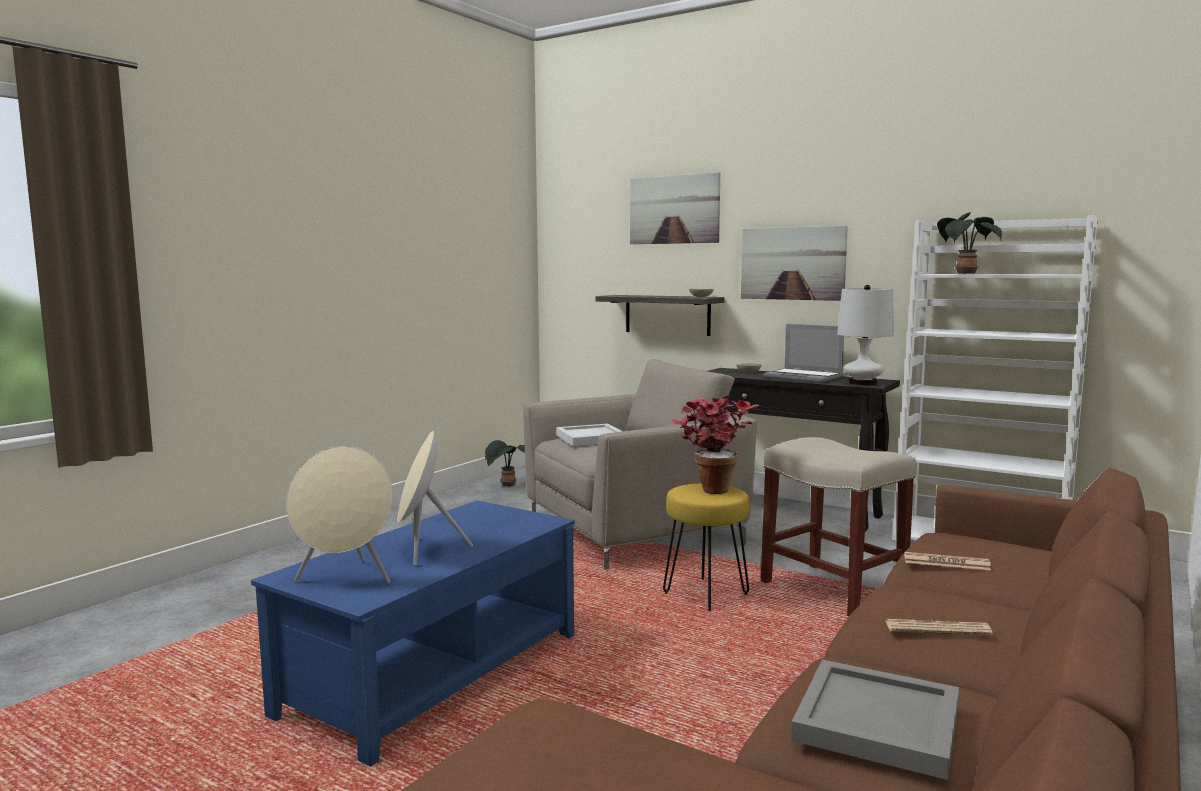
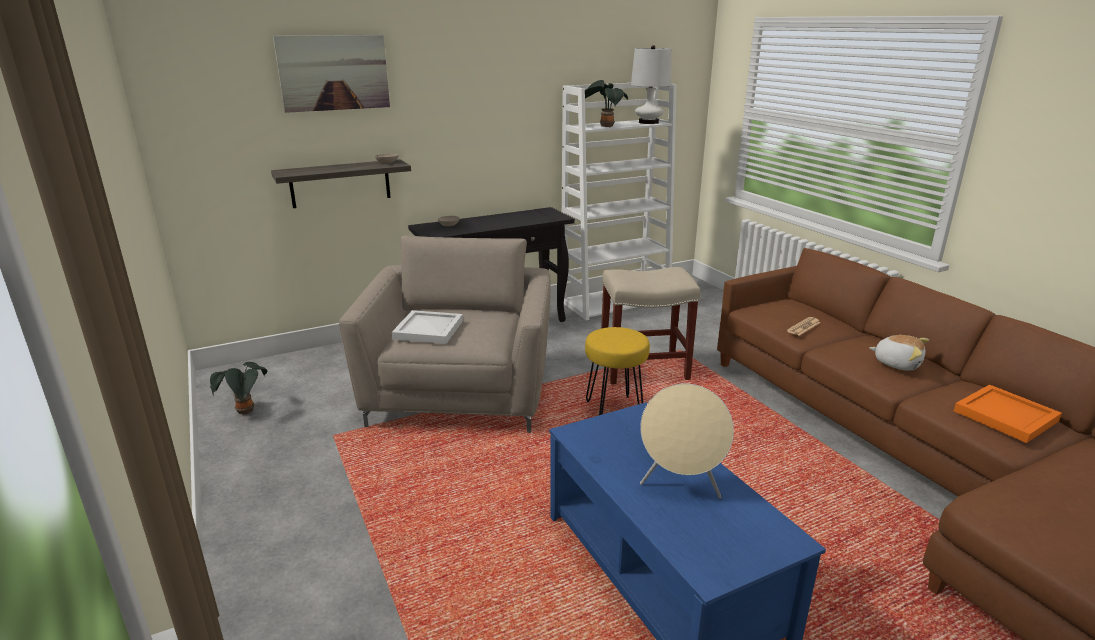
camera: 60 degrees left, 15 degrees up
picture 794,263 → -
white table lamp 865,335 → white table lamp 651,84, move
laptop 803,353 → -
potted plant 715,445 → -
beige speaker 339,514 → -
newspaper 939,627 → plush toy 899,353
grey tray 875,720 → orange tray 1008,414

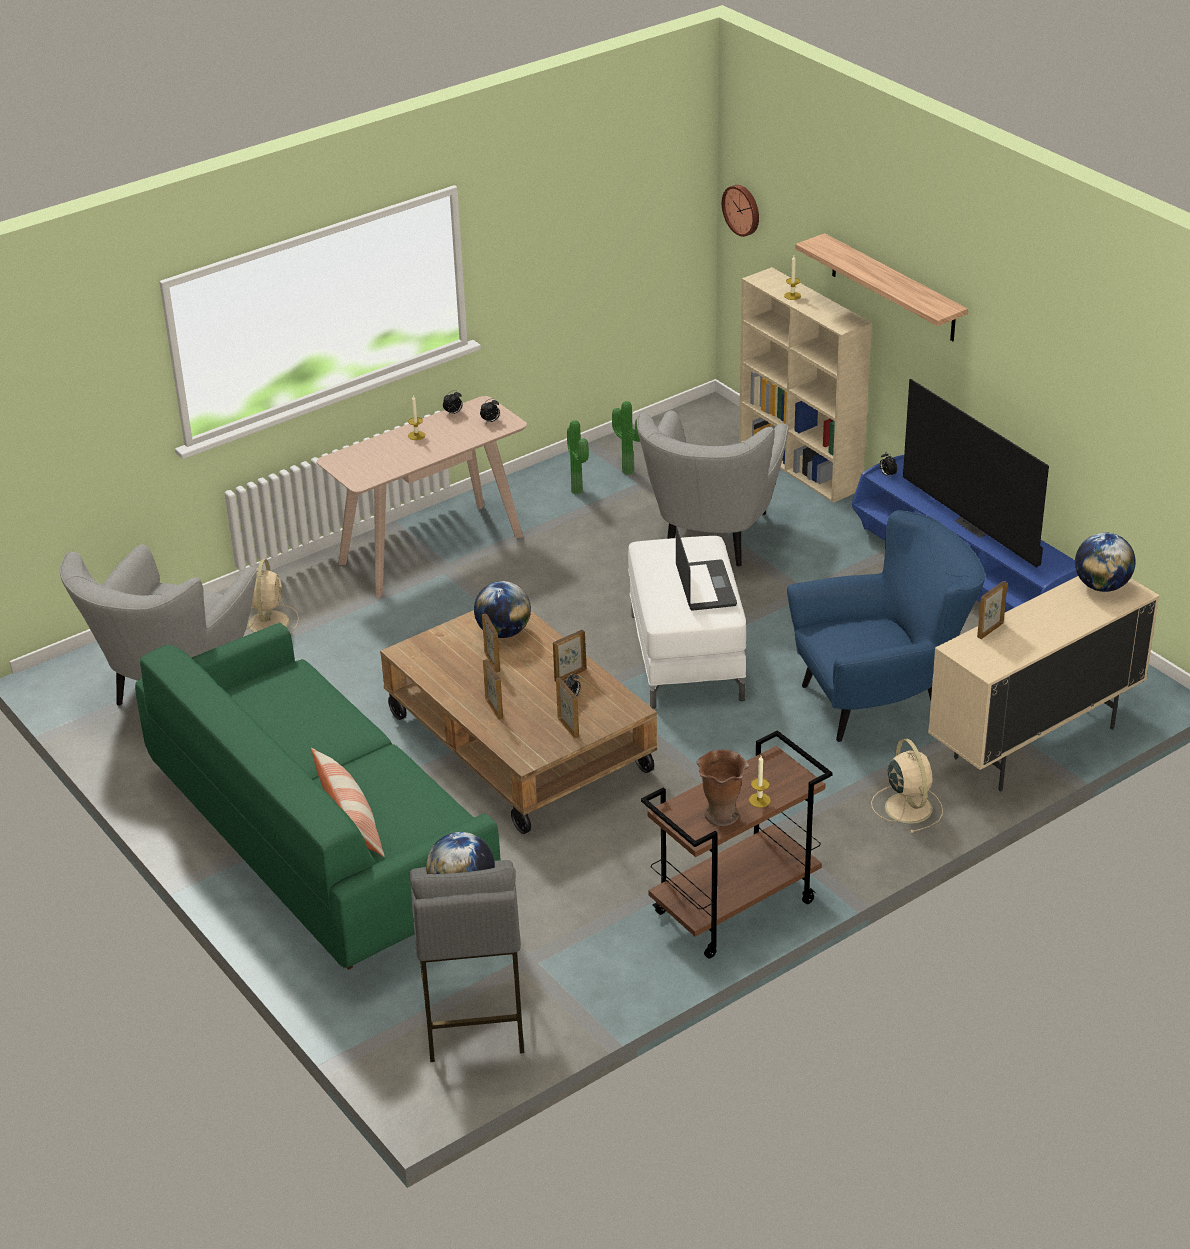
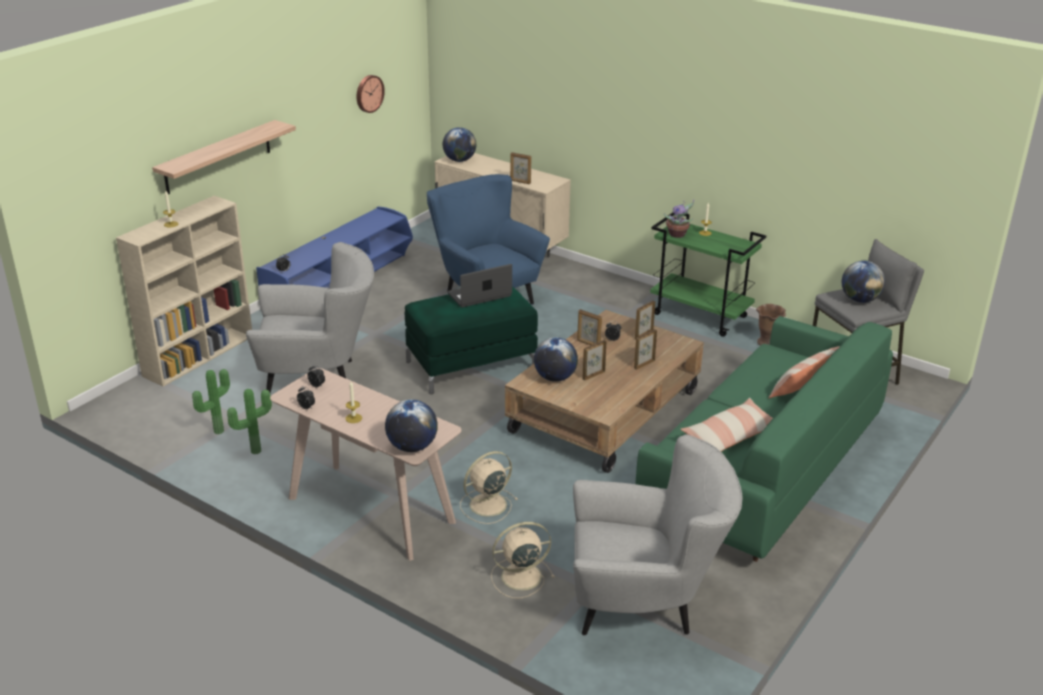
camera: 110 degrees left, 5 degrees down
wall clock 740,211 → wall clock 370,94, move
television 976,473 → -
white ottoman 687,622 → green ottoman 471,340
brown cart 737,844 → green cart 708,274
beige fan 907,785 → beige fan 489,487, move
brown vase 722,788 → brown vase 771,325, move
- → potted plant 679,218
- → pillow 727,425
- → globe 411,425

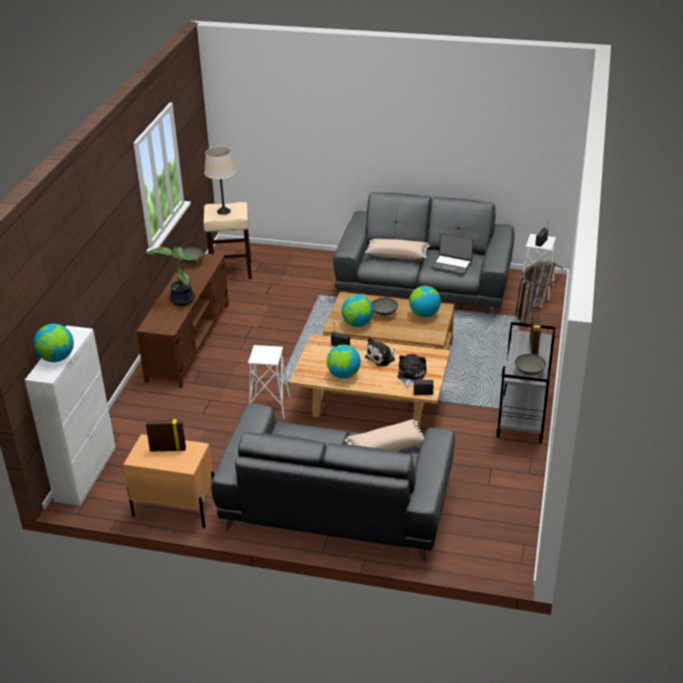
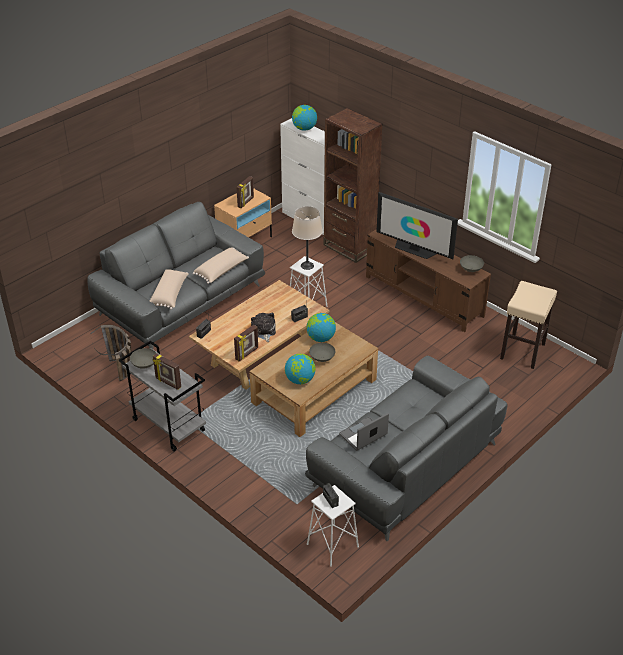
camera: 120 degrees right, 5 degrees up
beige table lamp 220,180 → beige table lamp 307,238, move
beige pillow 397,249 → beige pillow 221,265, move
potted plant 173,276 → television 417,225
basket 539,292 → basket 111,353, move
globe 344,362 → -
plush toy 411,371 → -
- → brown bookcase 353,185
- → picture frame 246,343

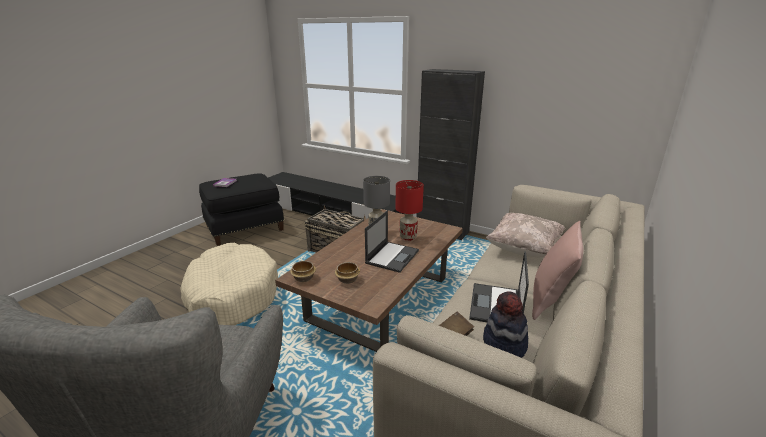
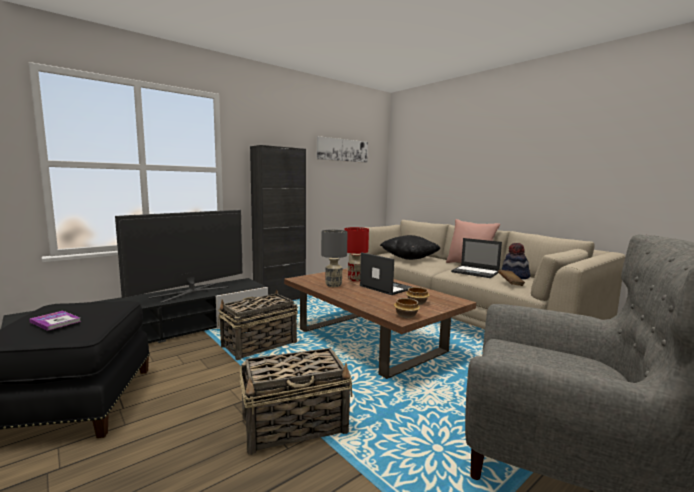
camera: 70 degrees left, 15 degrees down
beige pillow 525,235 → black pillow 410,247
beige dog bed 229,284 → basket 296,401
- → picture 342,149
- → television 179,256

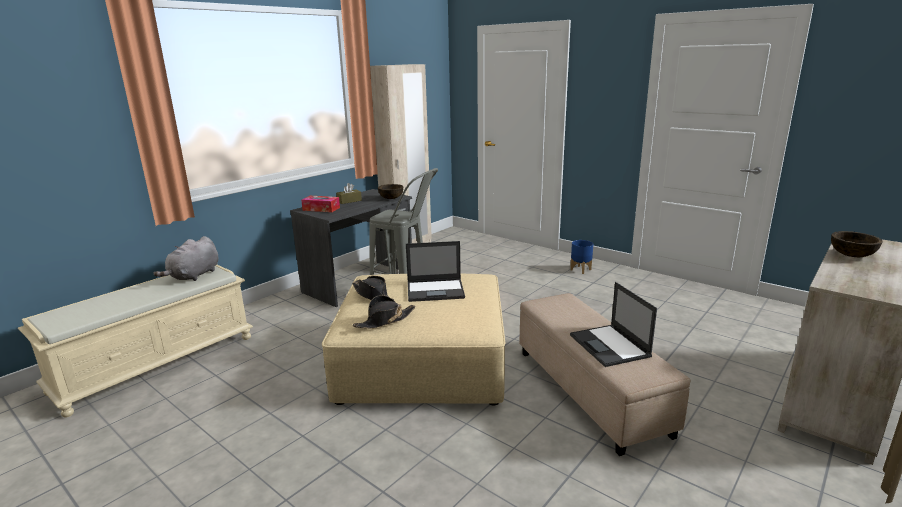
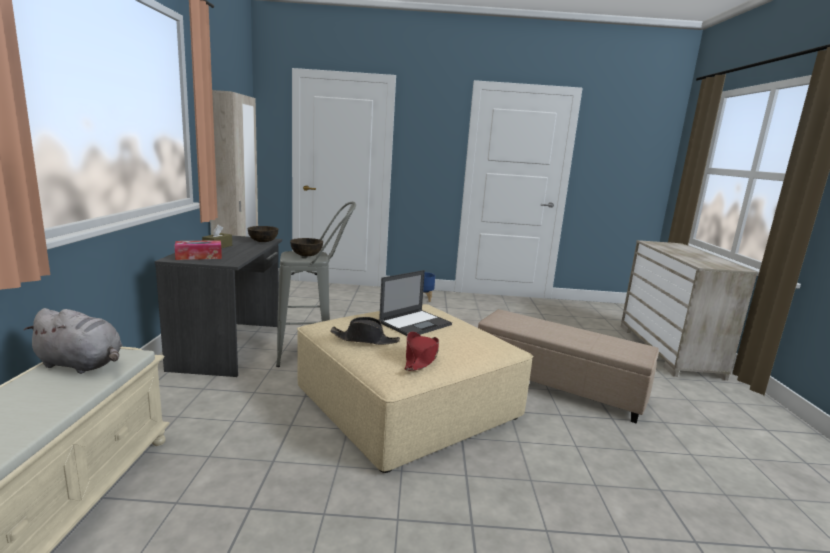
camera: 40 degrees left, 5 degrees down
brown bowl 857,244 → brown bowl 306,247, move
grey plush toy 186,258 → grey plush toy 73,341, 60 degrees counterclockwise
laptop 613,324 → -
black hat 384,311 → red hat 422,351

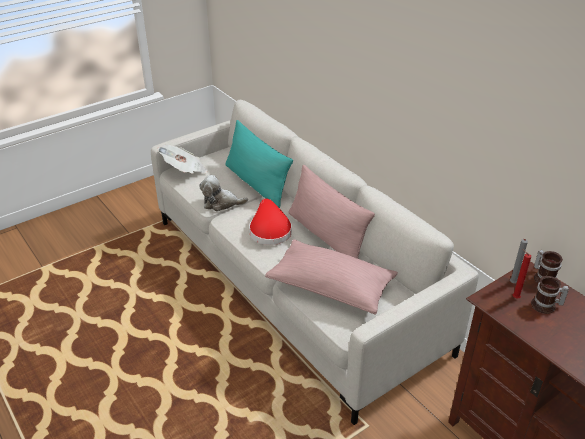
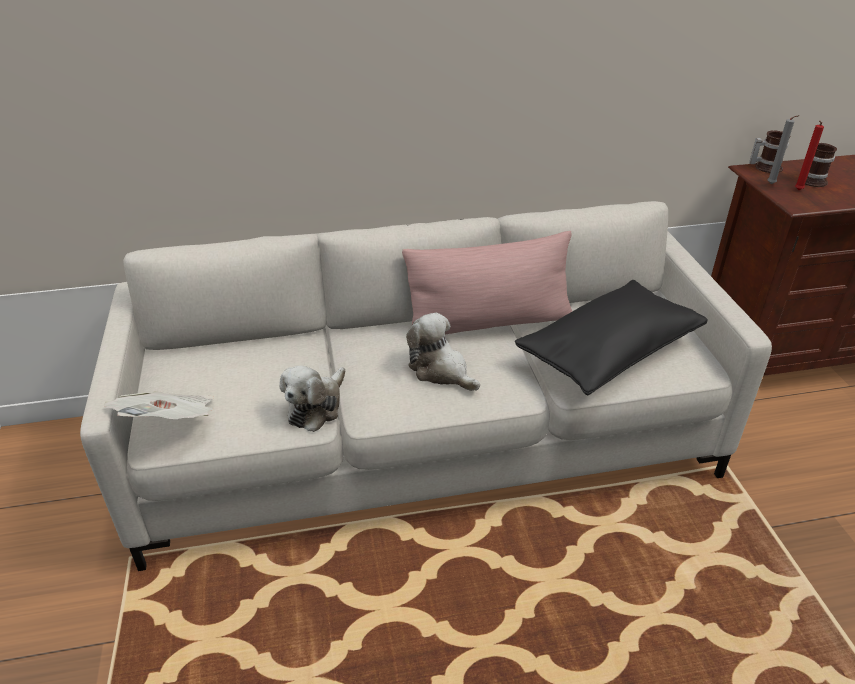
camera: 65 degrees left, 0 degrees up
turquoise pillow 259,164 → -
red hat 270,221 → plush toy 443,351
pink pillow 331,277 → black pillow 611,338

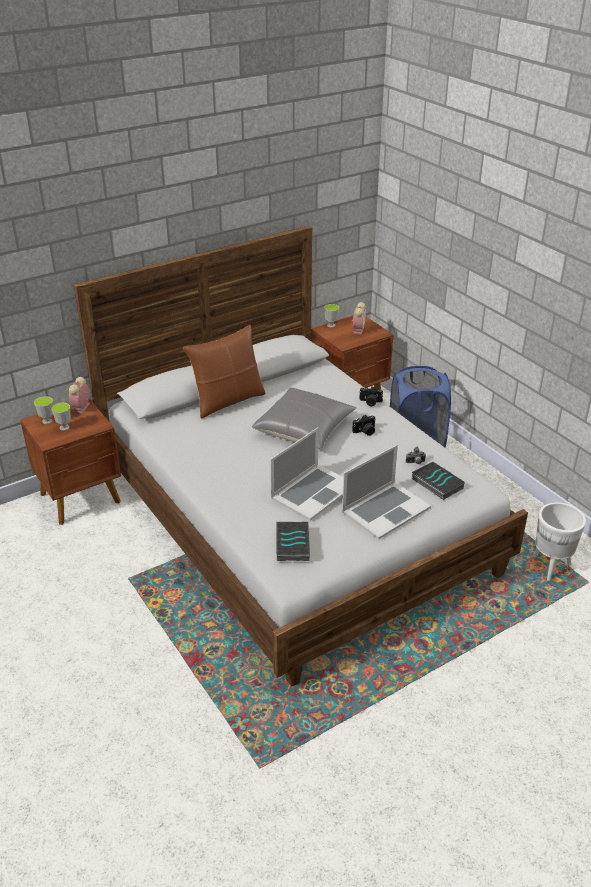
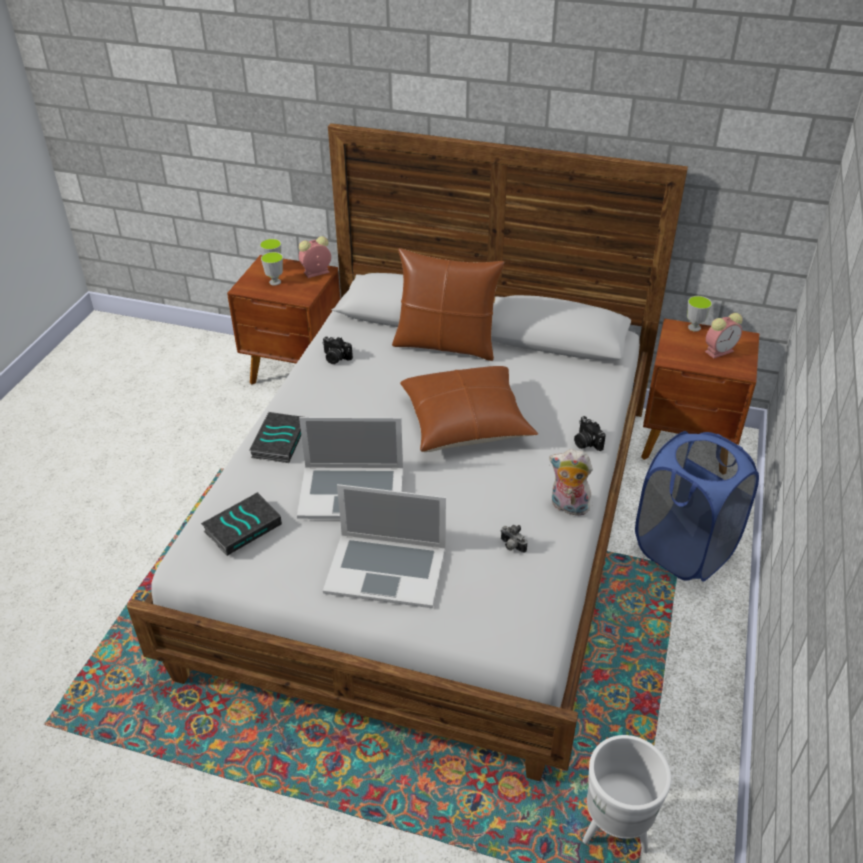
camera: 50 degrees right, 5 degrees up
grey pillow 304,418 → brown pillow 469,409
photo camera 364,425 → photo camera 337,350, move
book 438,481 → book 275,437, move
- → plush toy 571,482

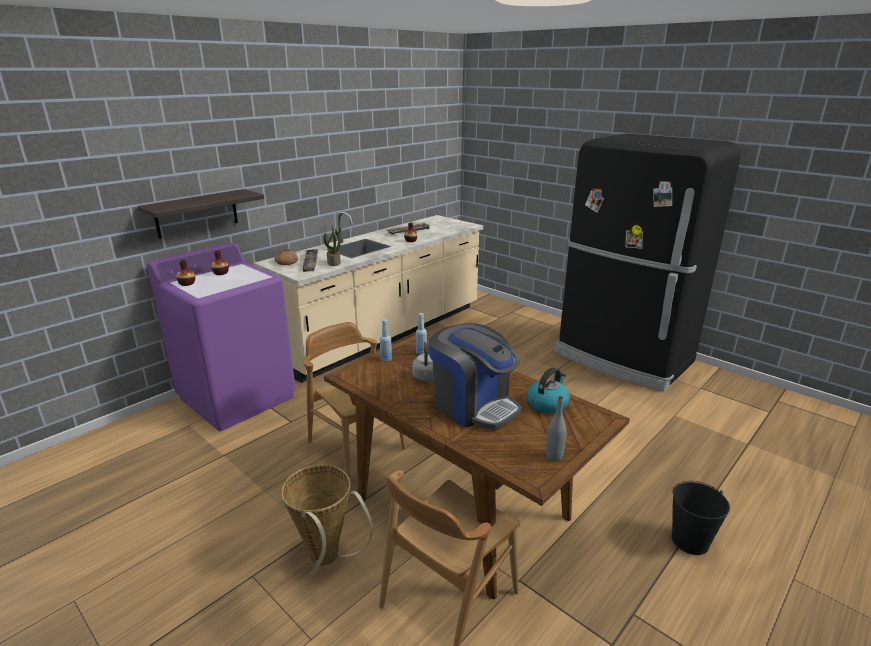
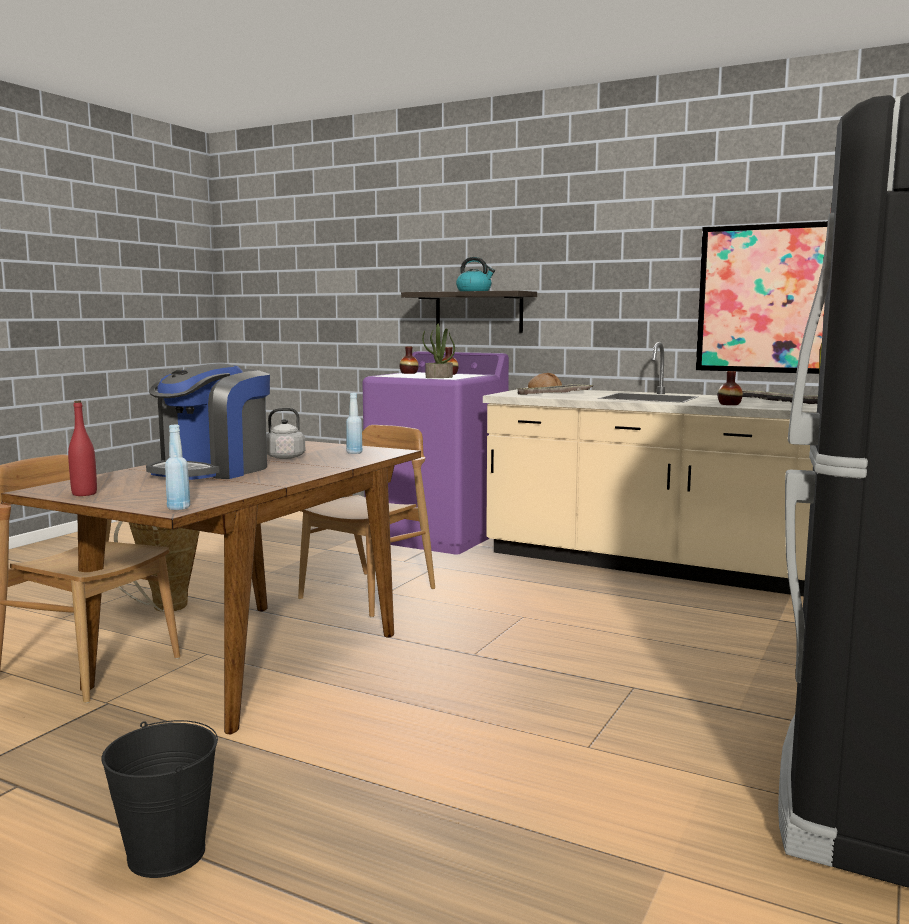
camera: 75 degrees right, 15 degrees down
potted plant 333,246 → potted plant 438,351, move
blue bottle 386,340 → blue bottle 177,467, move
kettle 548,390 → kettle 475,274, move
grey bottle 556,428 → red bottle 82,448
- → picture 762,297

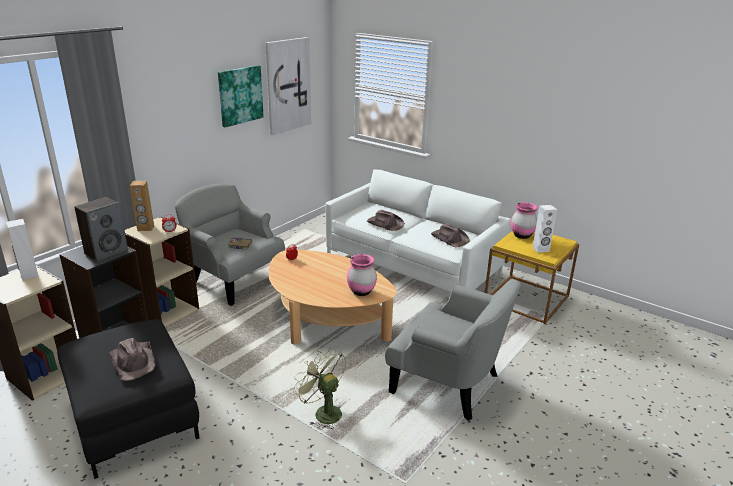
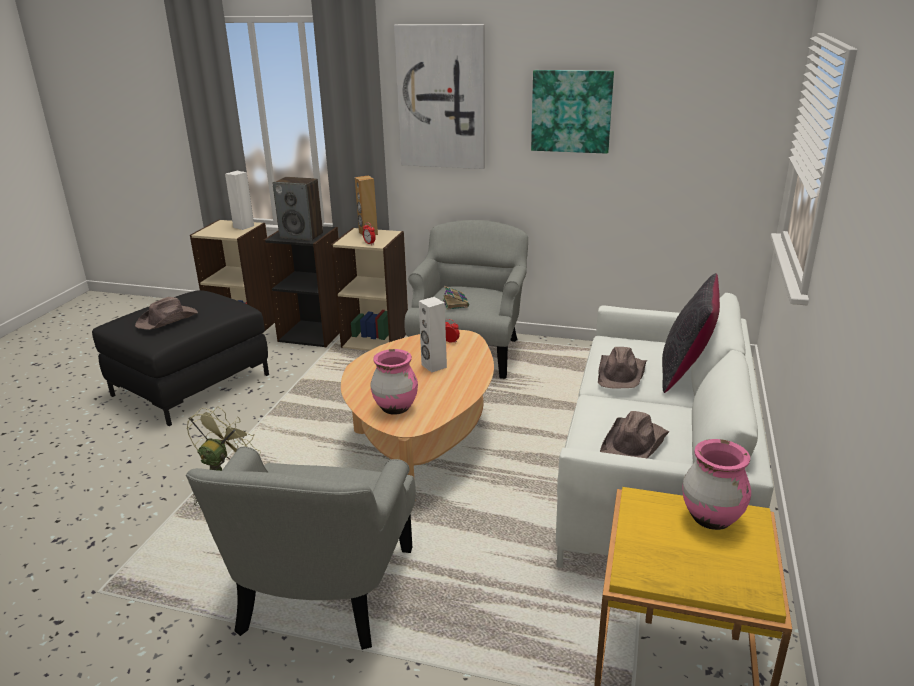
camera: 70 degrees right, 0 degrees up
picture 288,86 → picture 439,96, move
white speaker 545,229 → white speaker 433,334, move
- → black pillow 691,333

